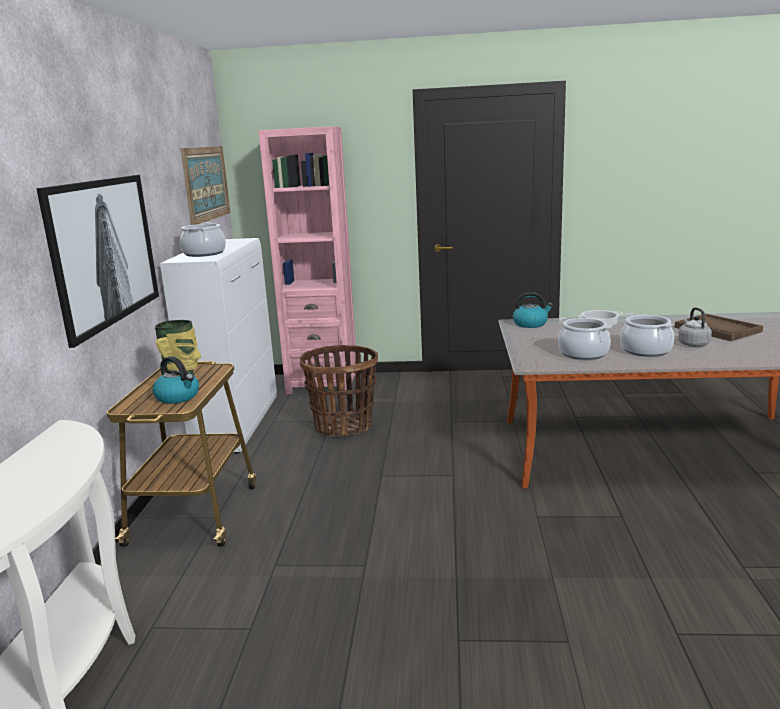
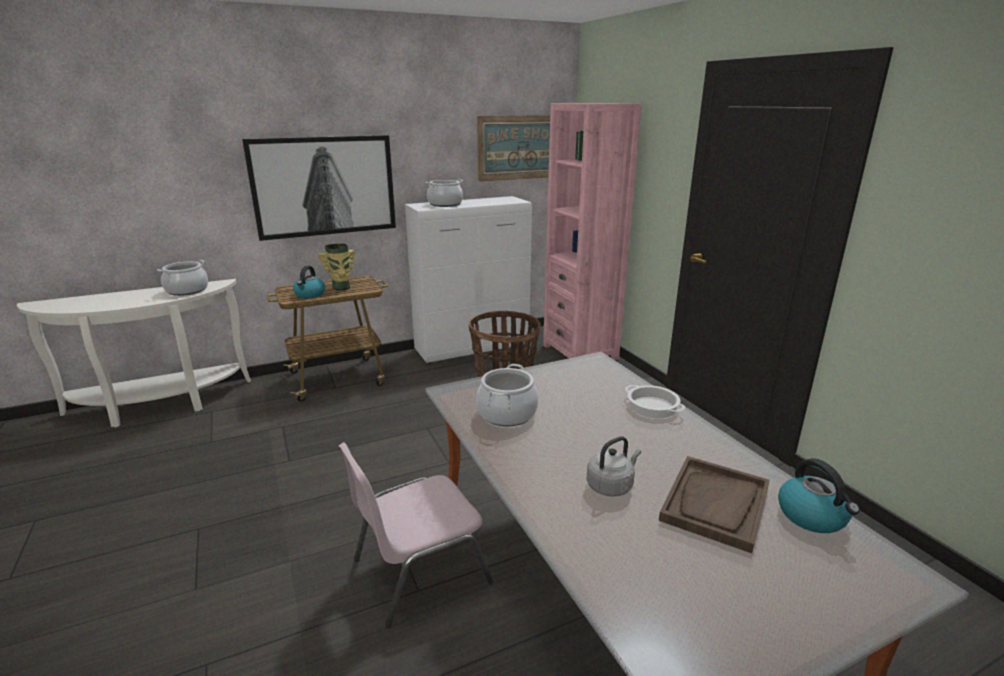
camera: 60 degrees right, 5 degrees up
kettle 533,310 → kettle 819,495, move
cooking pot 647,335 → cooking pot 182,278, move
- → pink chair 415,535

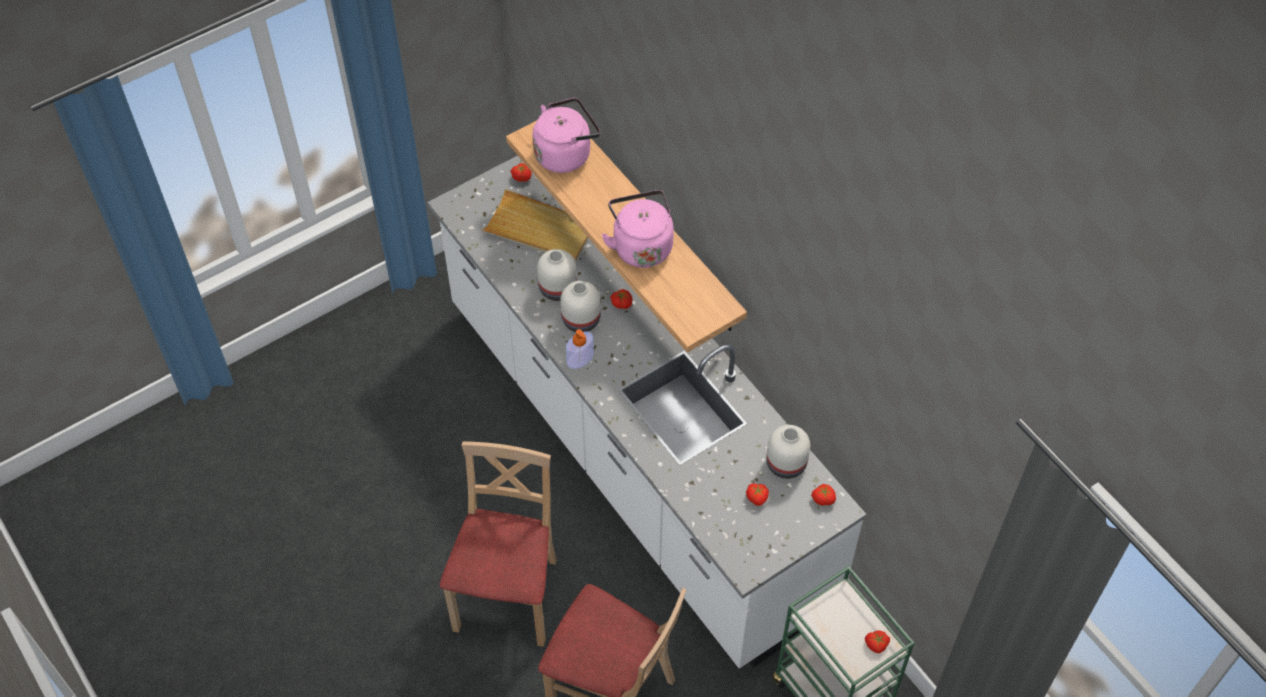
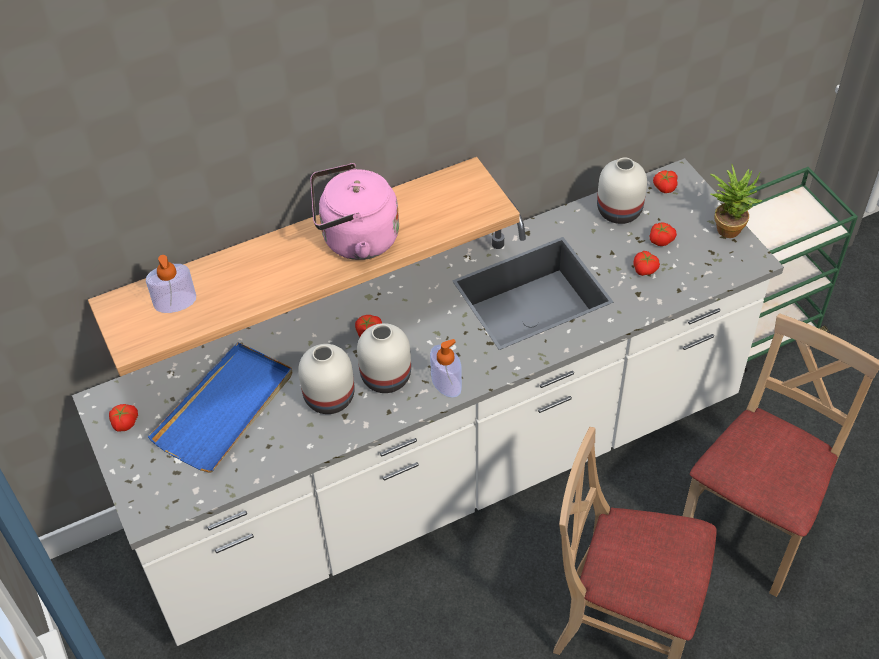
camera: 80 degrees left, 5 degrees down
pink kettle 566,135 → soap dispenser 171,284
beige tray 534,225 → blue tray 220,407
tomato 877,641 → tomato 646,263, move
- → potted plant 736,201

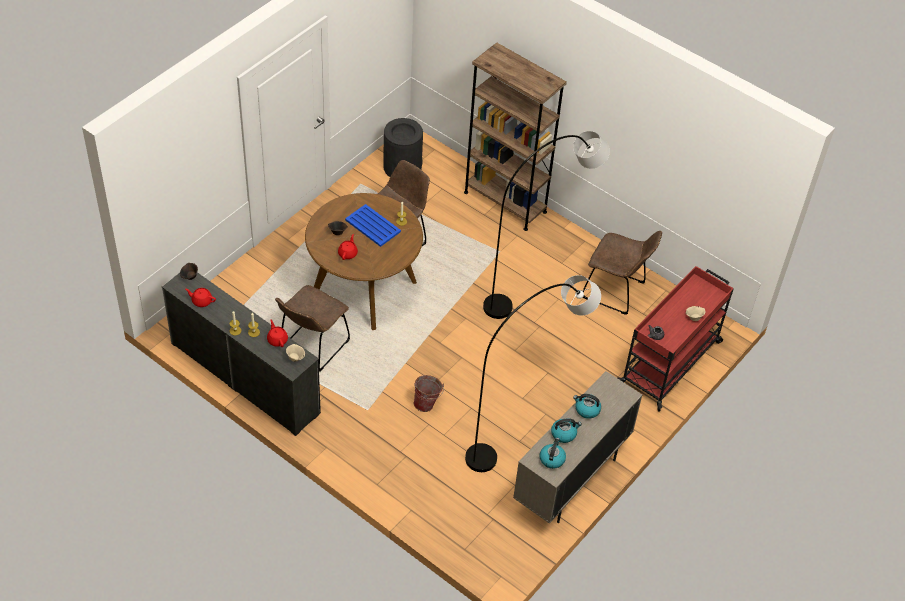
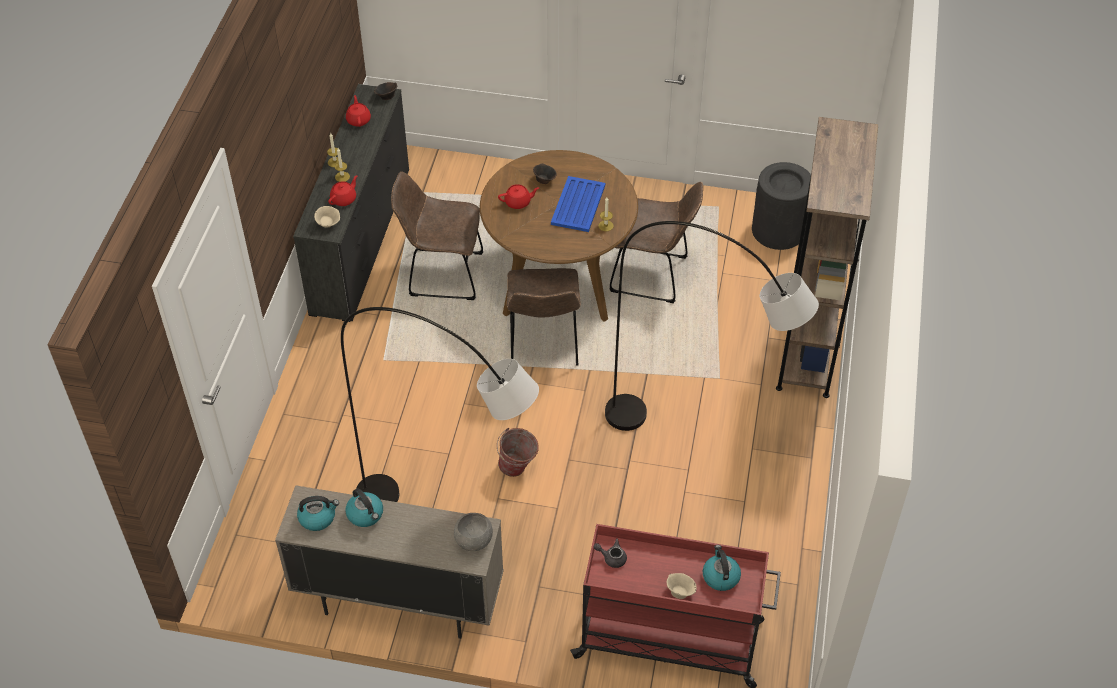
camera: 65 degrees right, 0 degrees up
brown chair 622,273 → brown chair 544,316, move
bucket 429,393 → bucket 518,452, move
kettle 587,406 → kettle 722,568, move
- → grey bowl 473,532

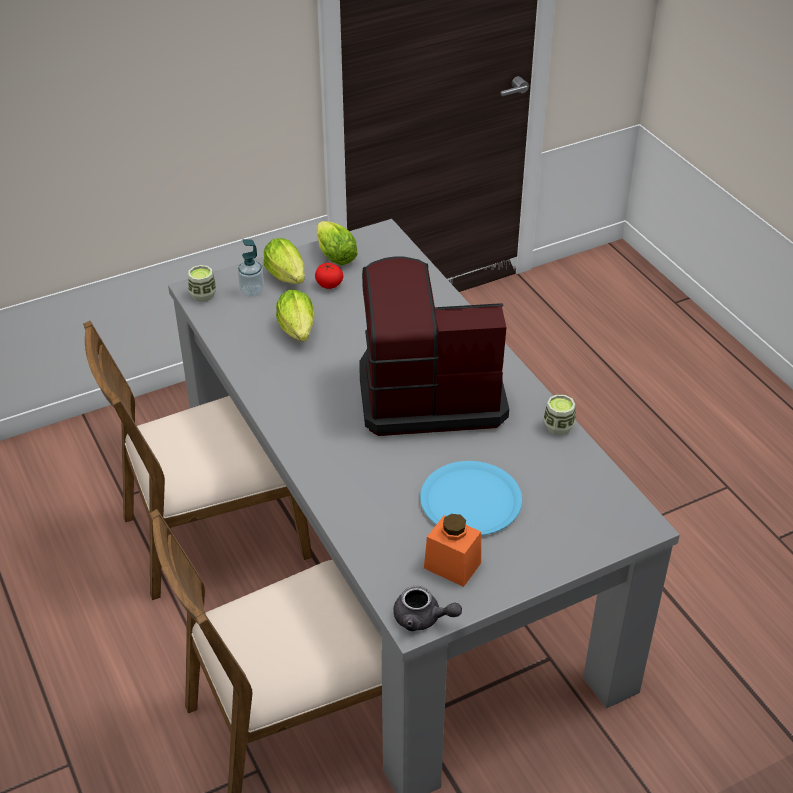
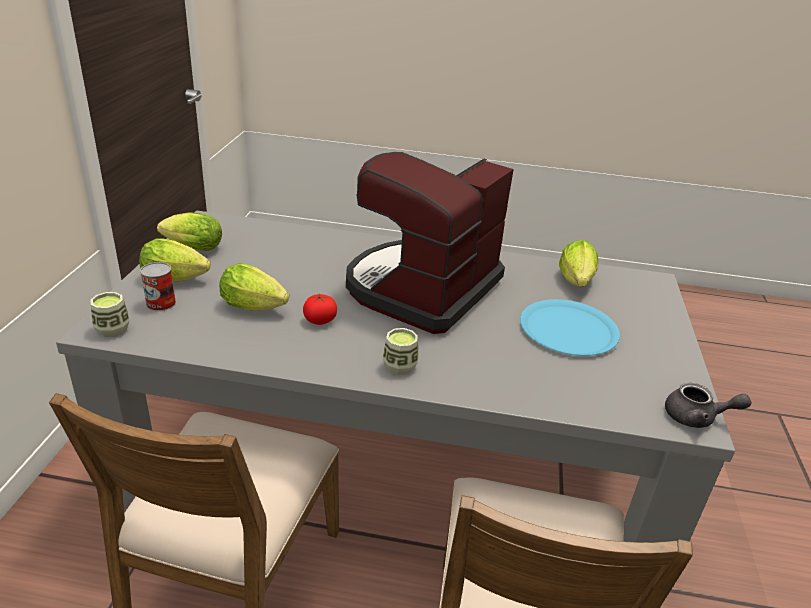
camera: 55 degrees left, 10 degrees down
soap dispenser 251,268 → can 158,286
tomato 329,276 → tomato 320,309, move
cup 559,414 → cup 400,351, move
orange jar 452,550 → -
grey teapot 427,608 → grey teapot 708,405, 45 degrees clockwise
- → lettuce 578,263

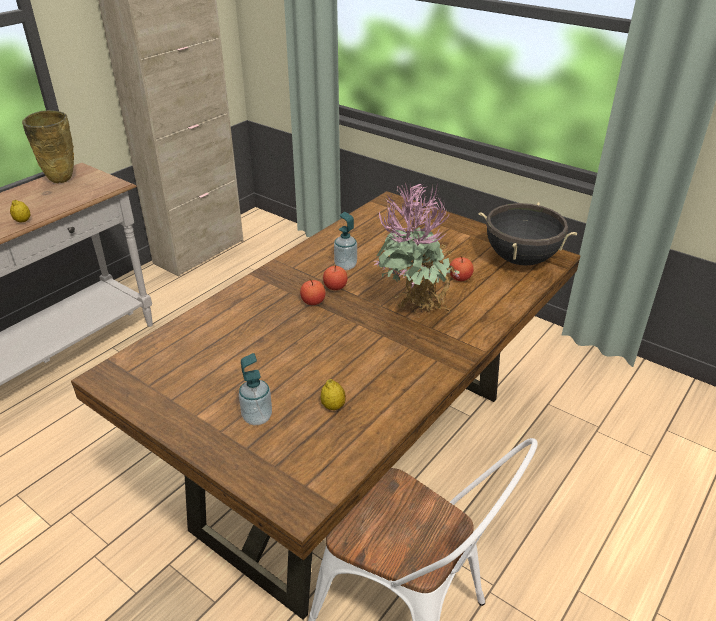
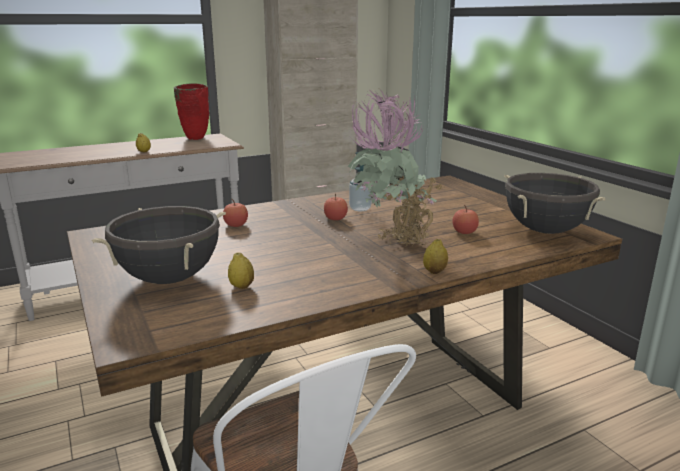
camera: 25 degrees right, 15 degrees down
beige vase 48,146 → red vase 191,111
apple 313,292 → apple 235,213, move
soap dispenser 255,389 → black cooking pot 159,245
- → lemon 435,256

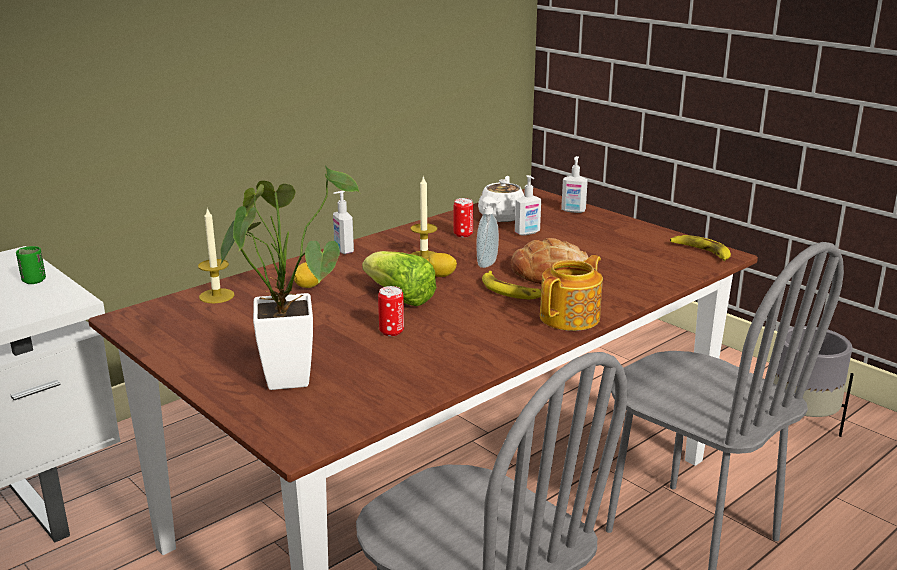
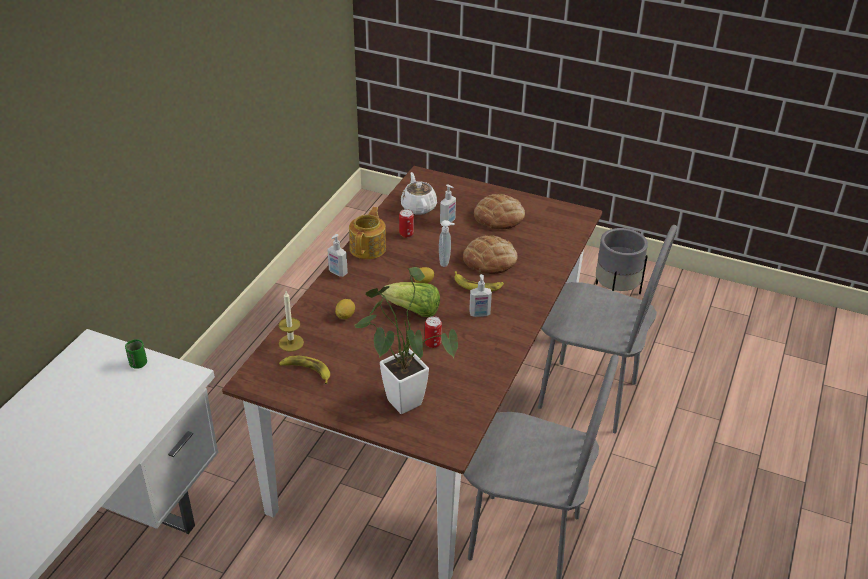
camera: 25 degrees left, 15 degrees up
soap dispenser 574,184 → soap dispenser 480,295, move
candle 424,217 → -
banana 700,248 → banana 304,370, move
teapot 571,293 → teapot 367,233, move
- → bread 499,211

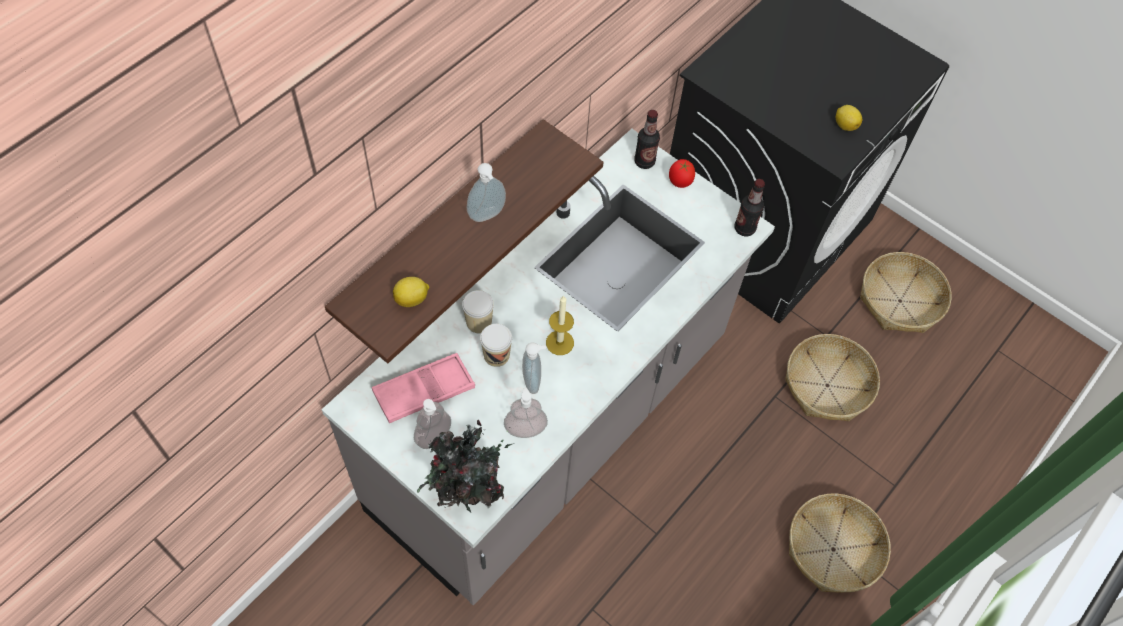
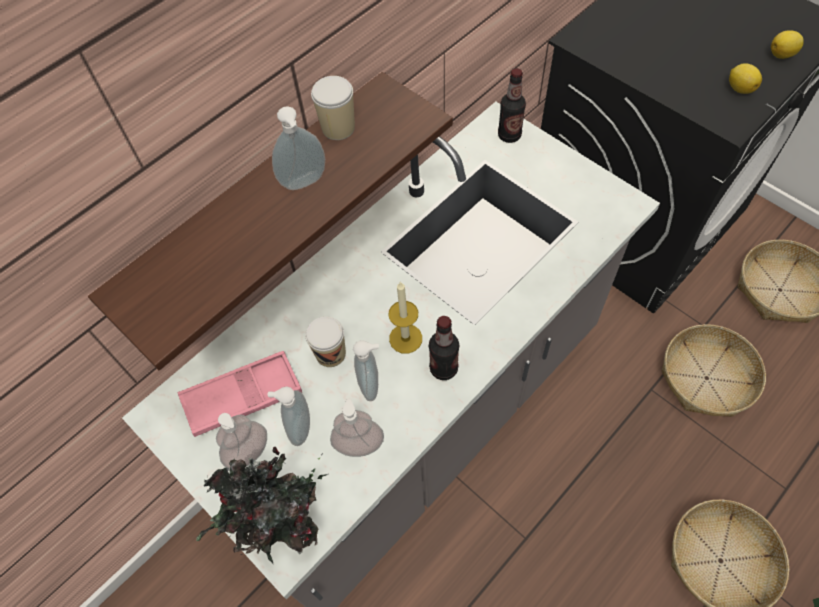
camera: 10 degrees right, 0 degrees up
tomato 682,173 → -
bottle 749,207 → bottle 444,348, move
lemon 411,292 → lemon 787,44, move
cup 478,311 → cup 333,108, move
- → soap dispenser 288,416

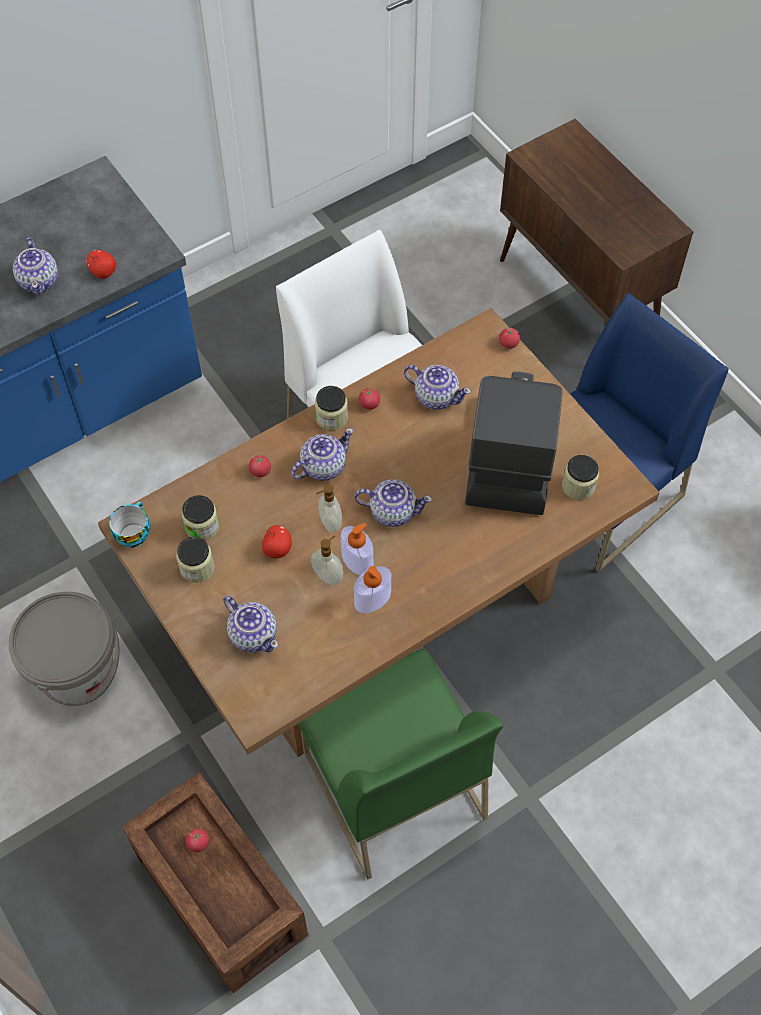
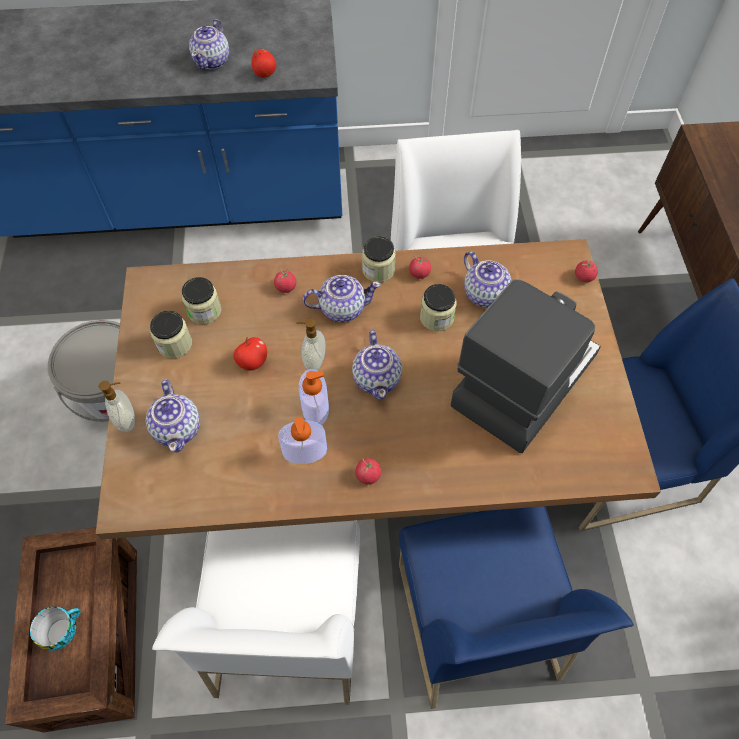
camera: 30 degrees right, 0 degrees up
jar 580,477 → jar 438,307, move
teapot 393,503 → teapot 377,365, 45 degrees clockwise
cup 129,525 → cup 55,628, move
soap dispenser 327,560 → soap dispenser 117,406, move
green chair 401,764 → white chair 256,613
tomato 197,840 → tomato 368,471, move
- → blue chair 516,607

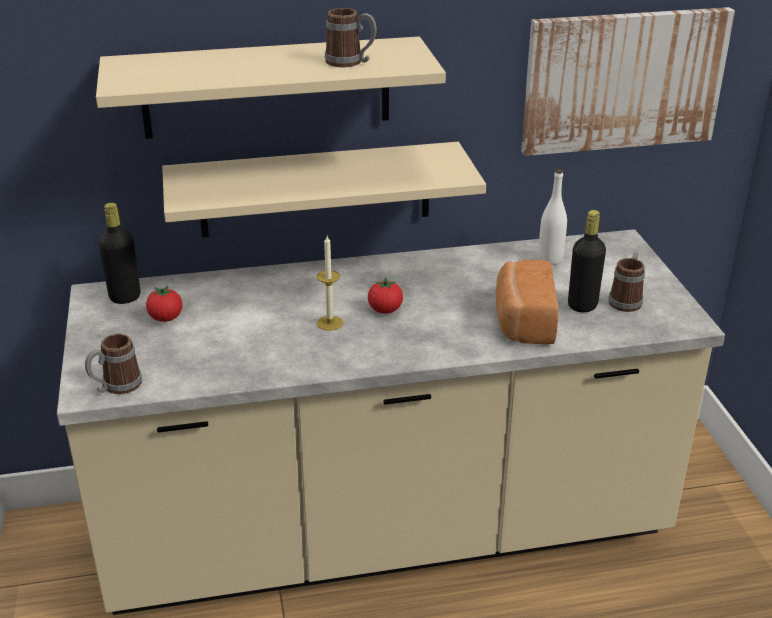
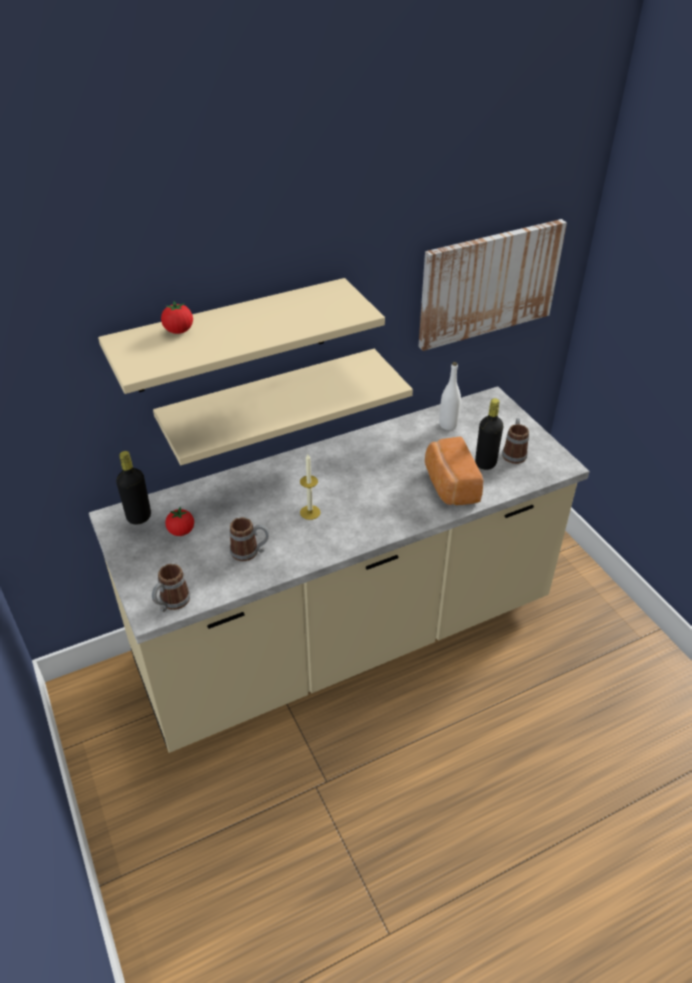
camera: 15 degrees left, 10 degrees up
mug 351,38 → mug 249,539, move
tomato 385,295 → tomato 177,317, move

